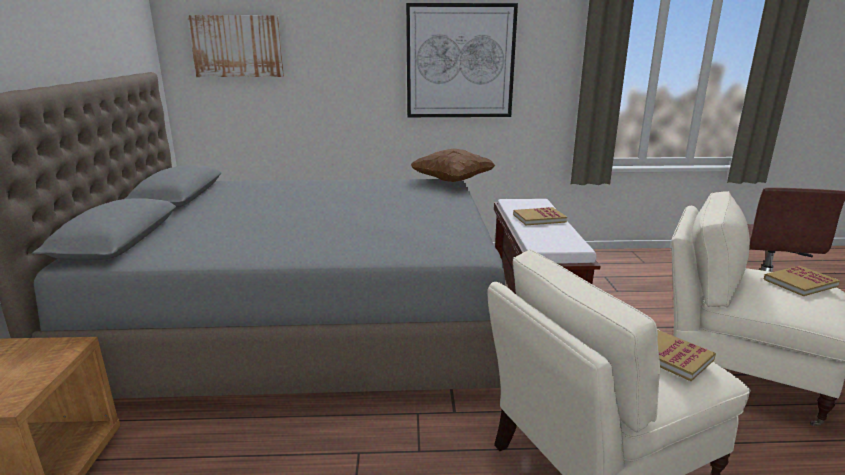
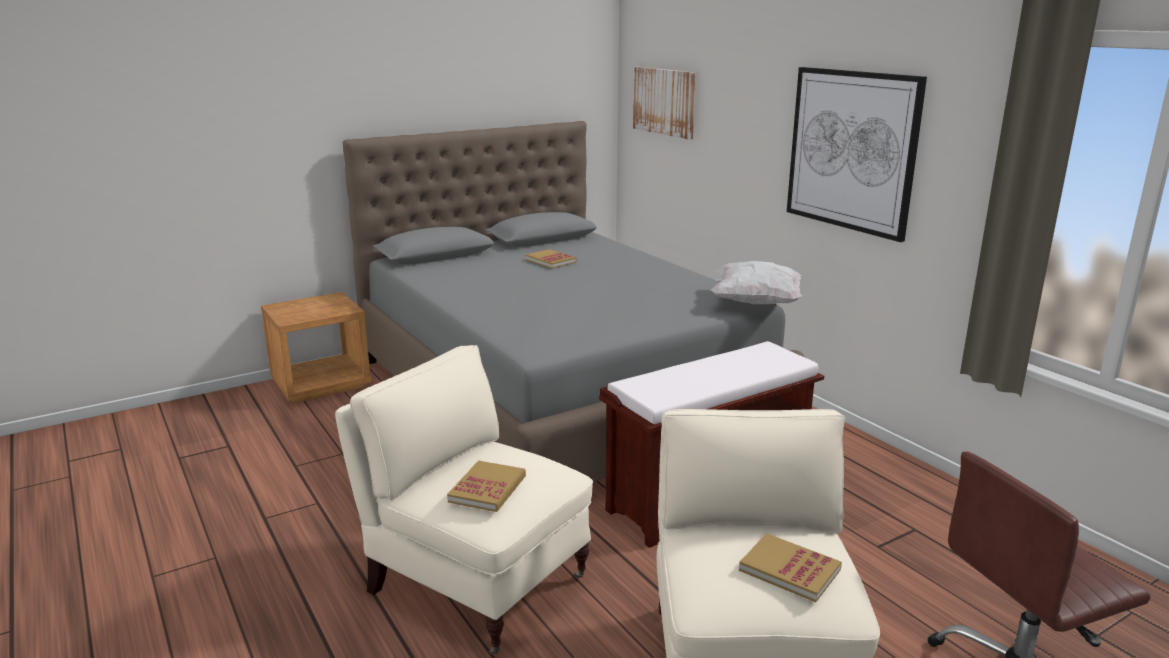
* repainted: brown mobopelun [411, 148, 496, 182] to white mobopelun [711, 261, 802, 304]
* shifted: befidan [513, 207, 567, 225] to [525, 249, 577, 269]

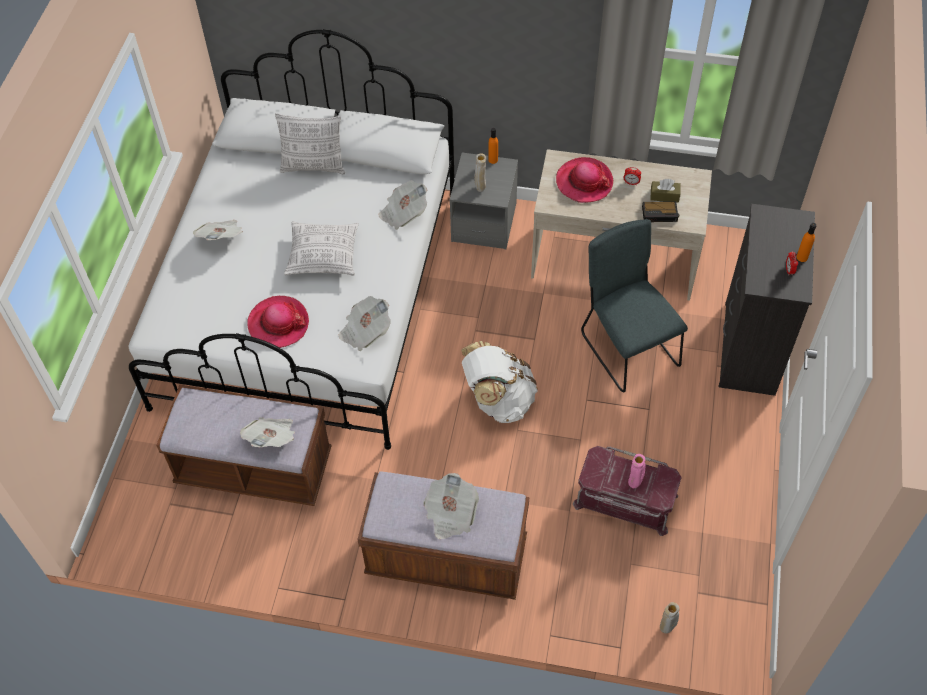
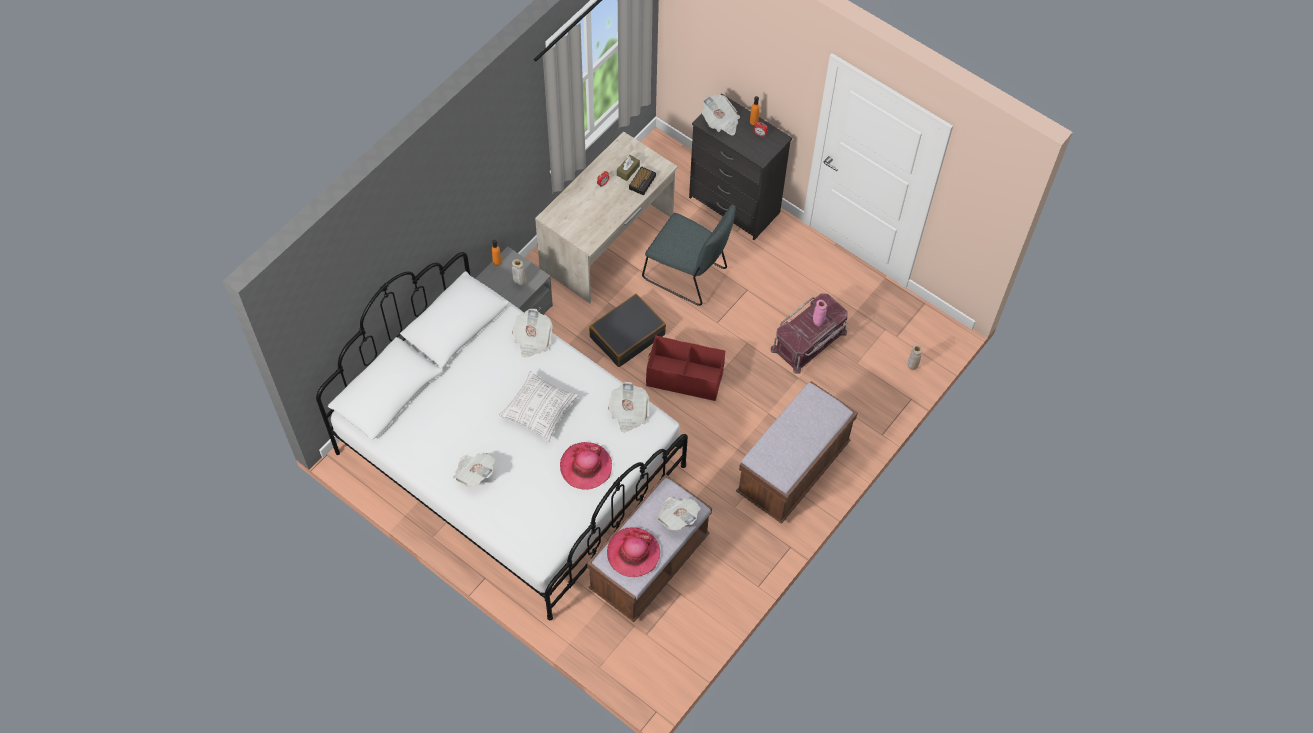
* gone: mobopelun [275, 113, 345, 175]
* shifted: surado [423, 473, 479, 539] to [702, 94, 740, 136]
* swapped: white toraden [461, 341, 538, 423] to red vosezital [646, 336, 725, 401]
* shifted: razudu [556, 157, 613, 203] to [607, 527, 660, 577]
* rotated: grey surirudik [581, 219, 688, 392] = [642, 205, 736, 306] 150 degrees counterclockwise
* new: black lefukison [589, 294, 666, 367]

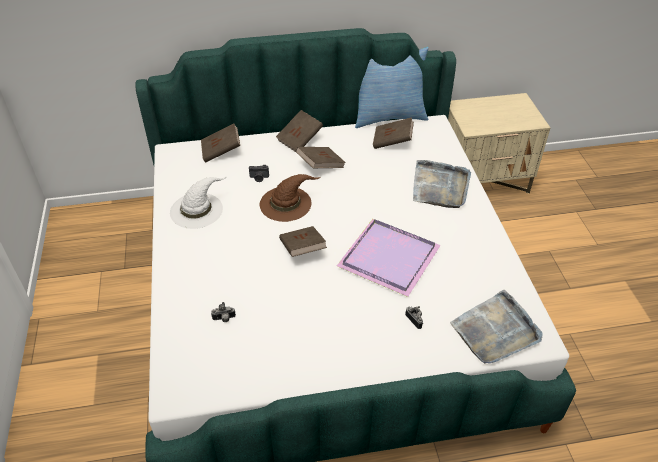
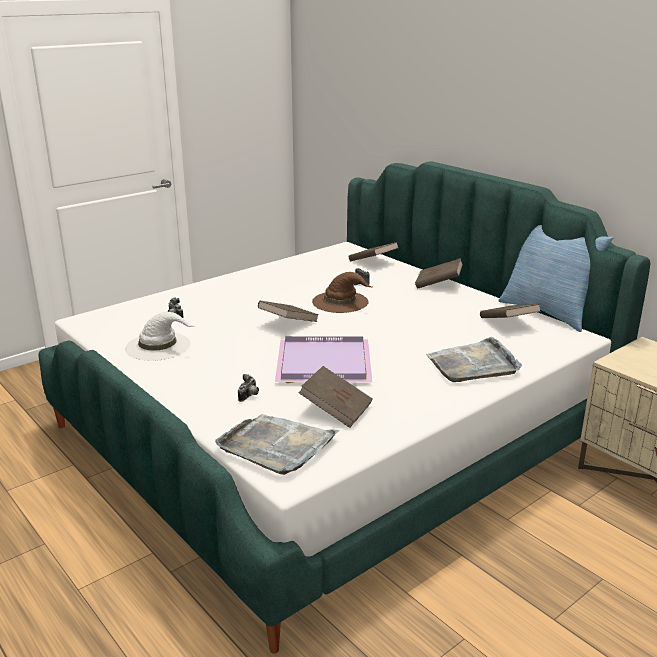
* shifted: white razudu [170, 177, 226, 229] to [125, 312, 195, 361]
* shifted: brown befidan [296, 147, 346, 168] to [298, 366, 373, 428]

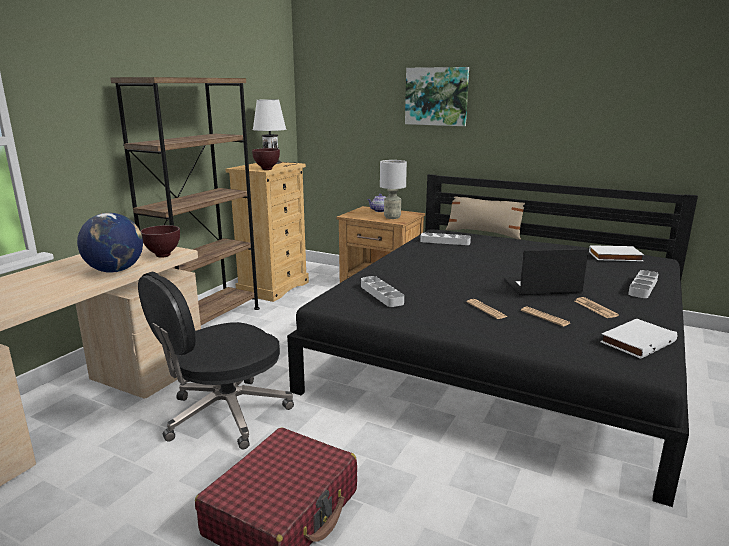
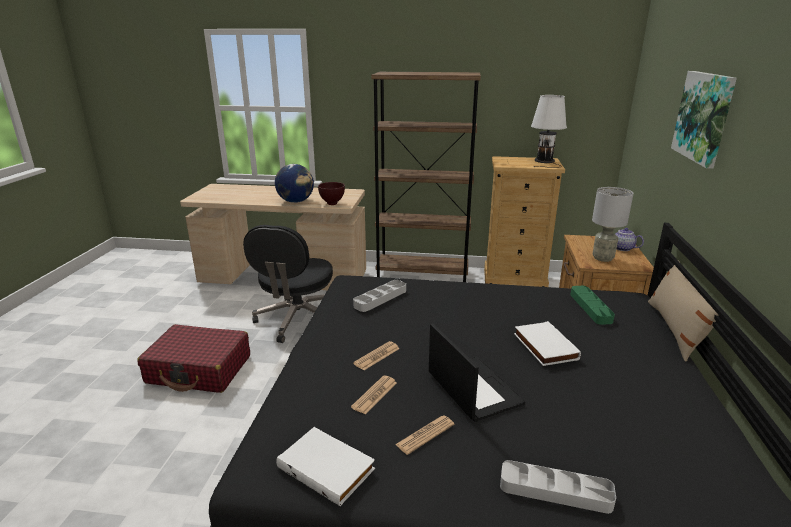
* rotated: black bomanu [138, 271, 294, 449] = [243, 225, 333, 343] 105 degrees counterclockwise
* gone: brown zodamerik [252, 148, 280, 170]
* repainted: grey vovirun [420, 233, 471, 245] to green vovirun [570, 286, 615, 325]
* shifted: white befidan [589, 245, 644, 261] to [514, 321, 581, 366]

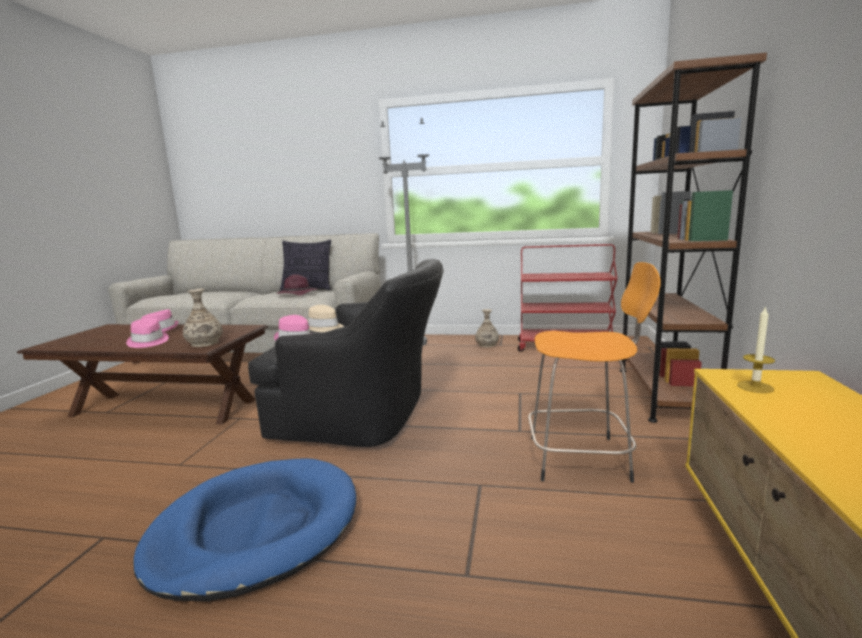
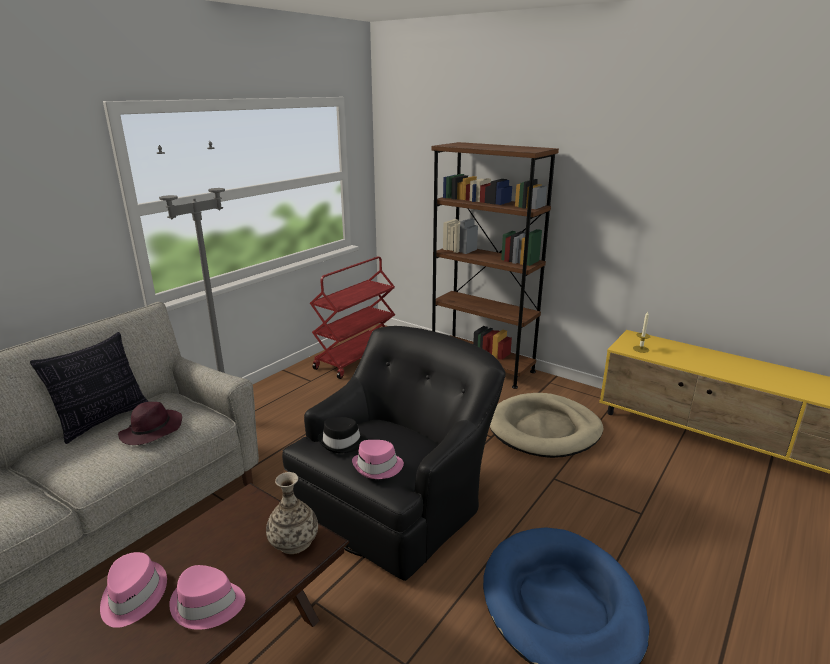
* repainted: beige razudu [307, 305, 344, 332] to black razudu [318, 417, 366, 453]
* gone: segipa [475, 309, 499, 347]
* swapped: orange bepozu [528, 262, 660, 483] to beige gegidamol [490, 393, 603, 458]

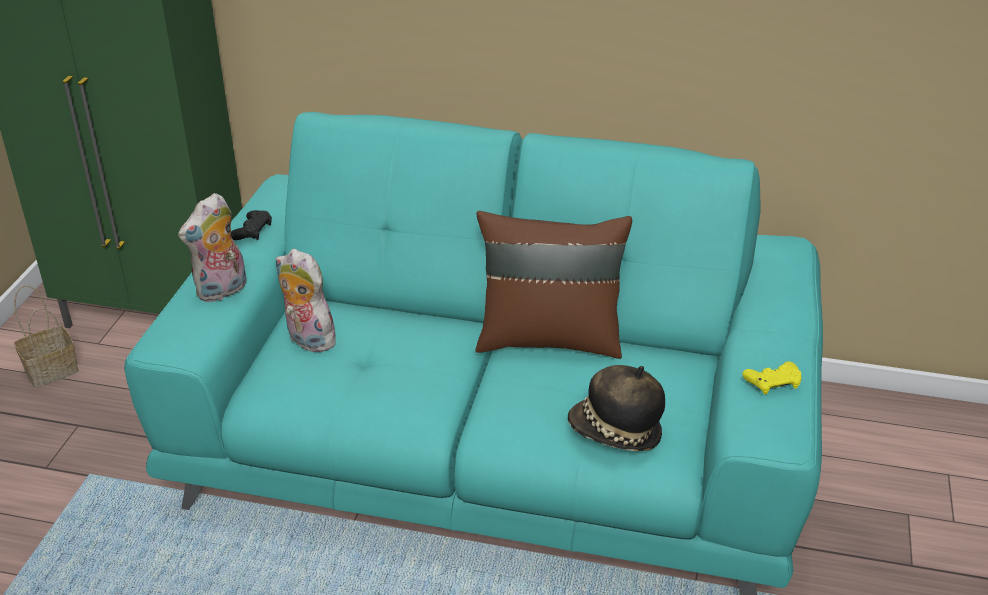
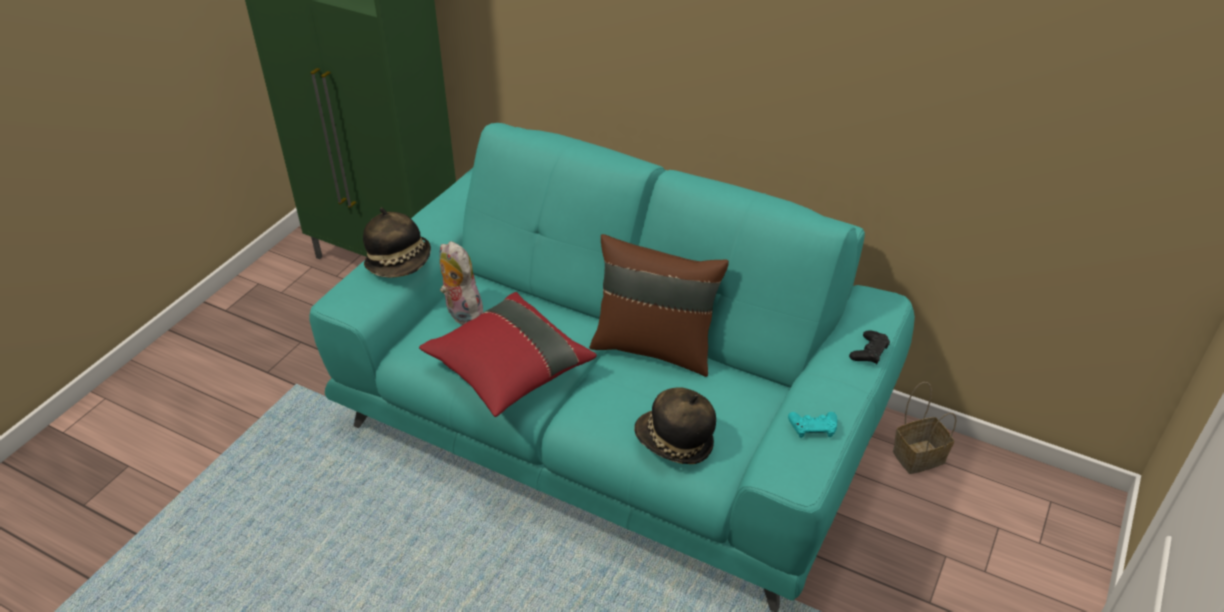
* shifted: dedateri [14, 285, 79, 388] to [893, 382, 957, 474]
* swapped: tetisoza [178, 193, 247, 302] to razudu [363, 208, 431, 278]
* shifted: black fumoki [231, 210, 272, 240] to [849, 330, 890, 364]
* repainted: yellow fumoki [742, 361, 801, 395] to turquoise fumoki [788, 412, 838, 438]
* new: red mobopelun [419, 292, 597, 417]

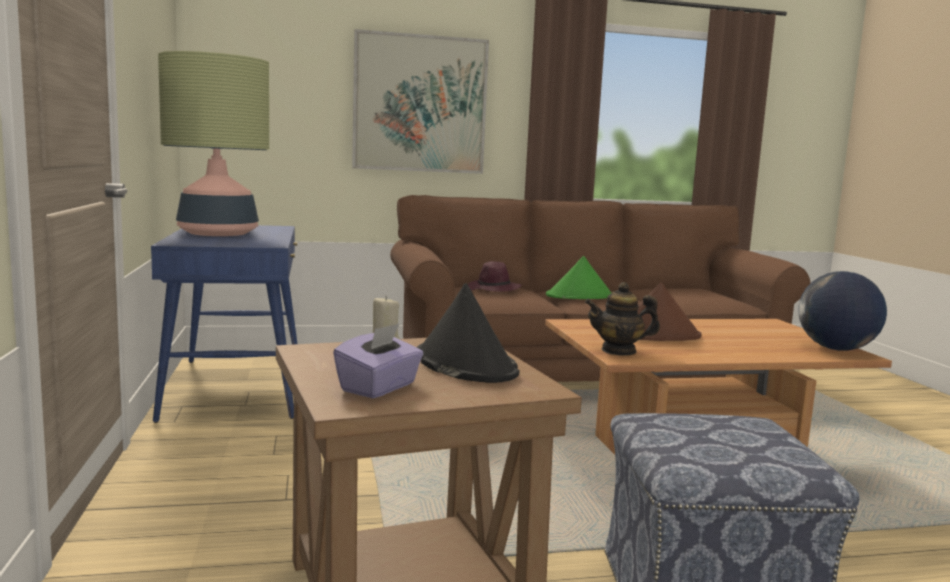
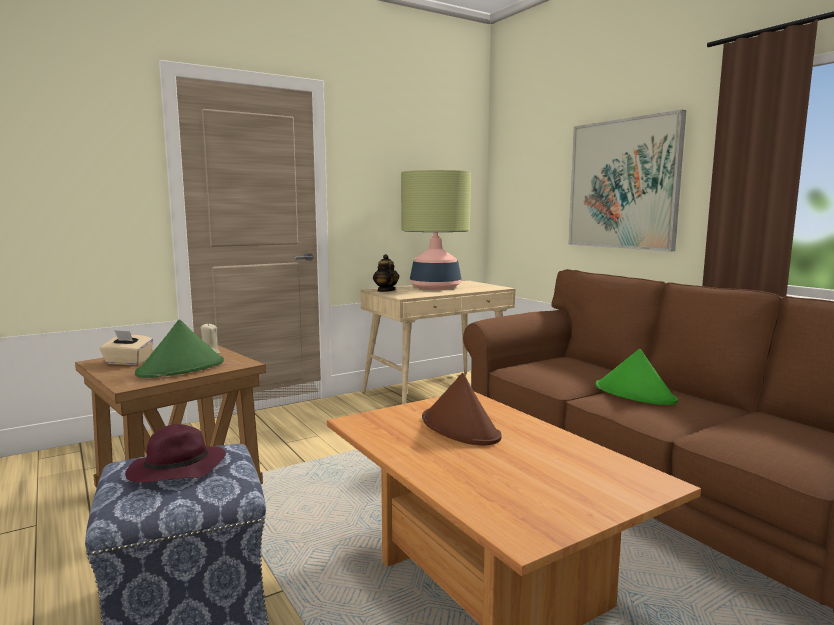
* repainted: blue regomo [151, 225, 297, 423] to beige regomo [361, 281, 516, 404]
* repainted: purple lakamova [333, 323, 423, 398] to beige lakamova [99, 330, 154, 365]
* repainted: black razudu [416, 283, 520, 383] to green razudu [135, 319, 224, 378]
* shifted: purple razudu [468, 261, 521, 292] to [125, 424, 226, 483]
* shifted: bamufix [585, 282, 660, 356] to [373, 254, 399, 292]
* gone: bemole [798, 271, 887, 351]

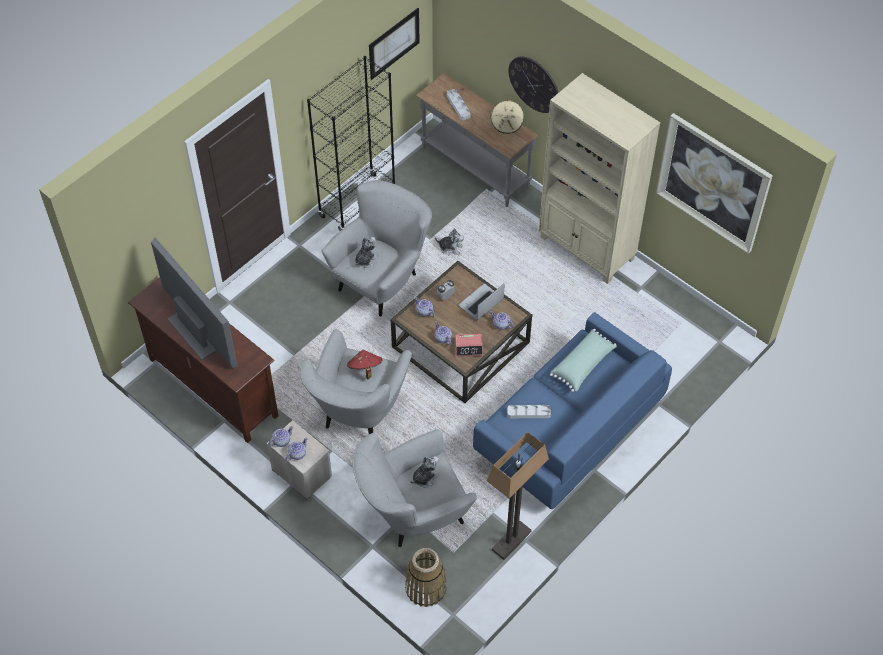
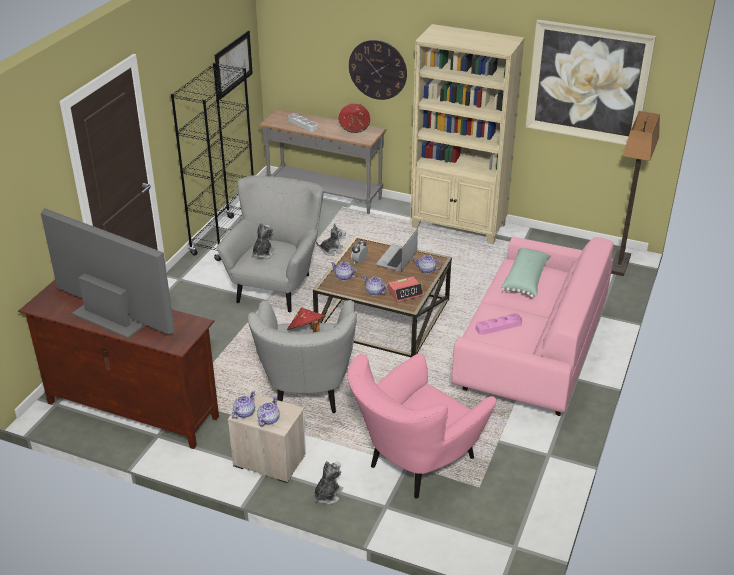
* repainted: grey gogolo [353, 429, 477, 547] to pink gogolo [348, 353, 497, 499]
* gone: dedateri [405, 548, 447, 607]
* shifted: tetisoza [410, 456, 439, 488] to [314, 461, 343, 505]
* repainted: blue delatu [473, 312, 672, 509] to pink delatu [451, 237, 614, 416]
* shifted: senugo [487, 432, 549, 560] to [611, 111, 660, 276]
* repainted: beige razudu [491, 100, 524, 134] to red razudu [338, 104, 370, 133]
* repainted: grey vovirun [507, 405, 551, 418] to pink vovirun [476, 313, 522, 335]

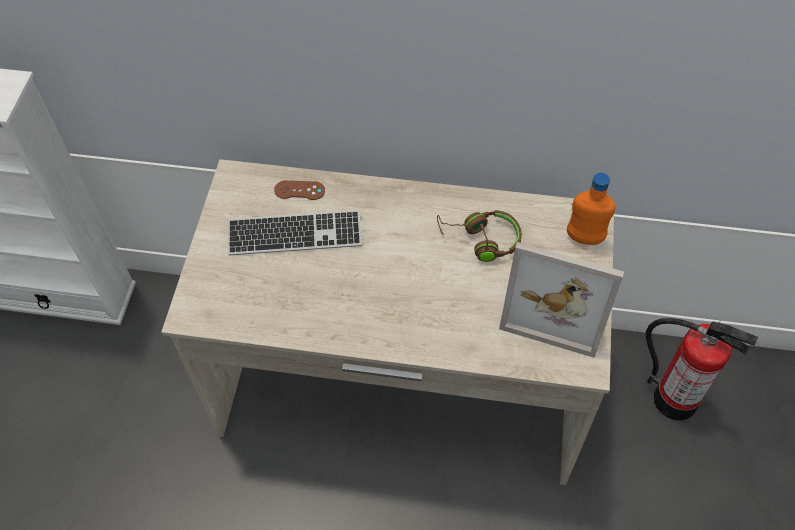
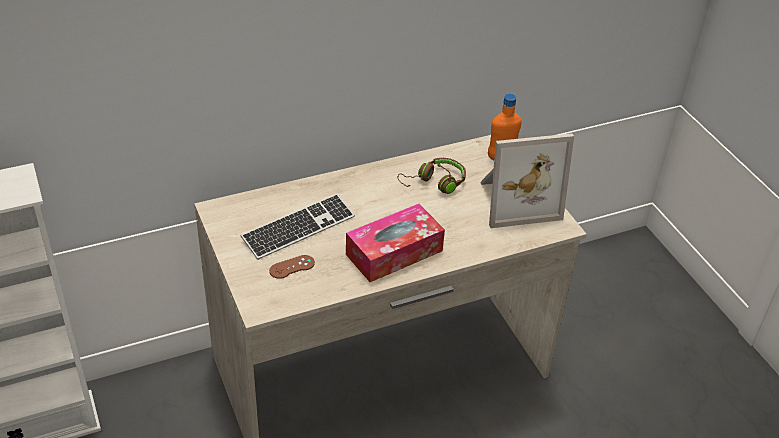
* shifted: brown fumoki [274, 180, 325, 200] to [269, 255, 315, 279]
* gone: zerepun [646, 318, 758, 420]
* new: lakamova [346, 204, 445, 282]

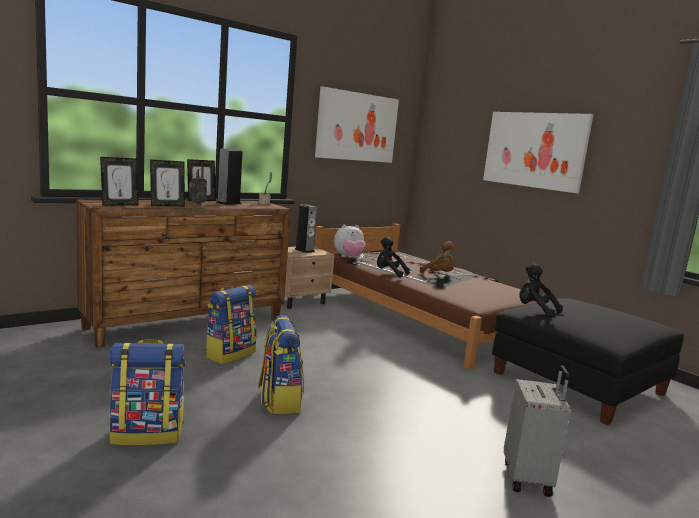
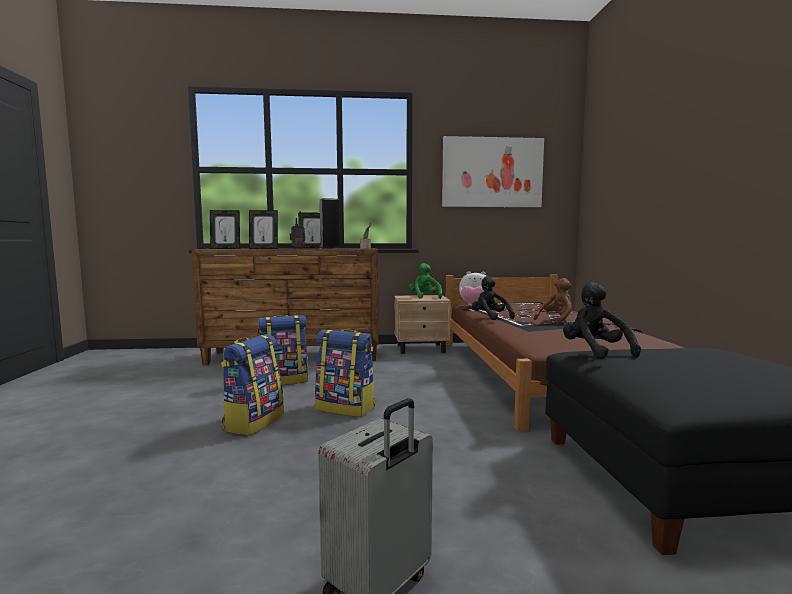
* shifted: toraden [109, 339, 186, 445] to [315, 329, 375, 417]
* swapped: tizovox [295, 204, 317, 253] to green tetisoza [409, 263, 442, 299]
* rotated: brown tetisoza [420, 241, 455, 273] = [534, 278, 572, 325] 105 degrees counterclockwise
* gone: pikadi [483, 112, 594, 193]

